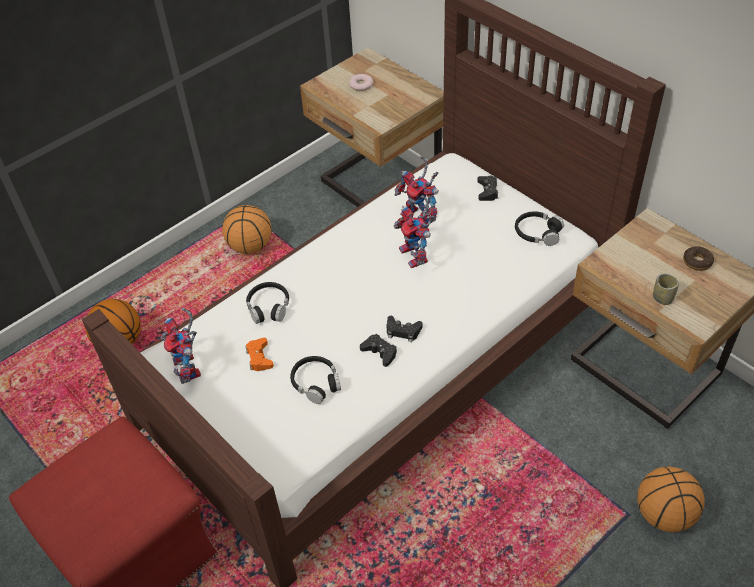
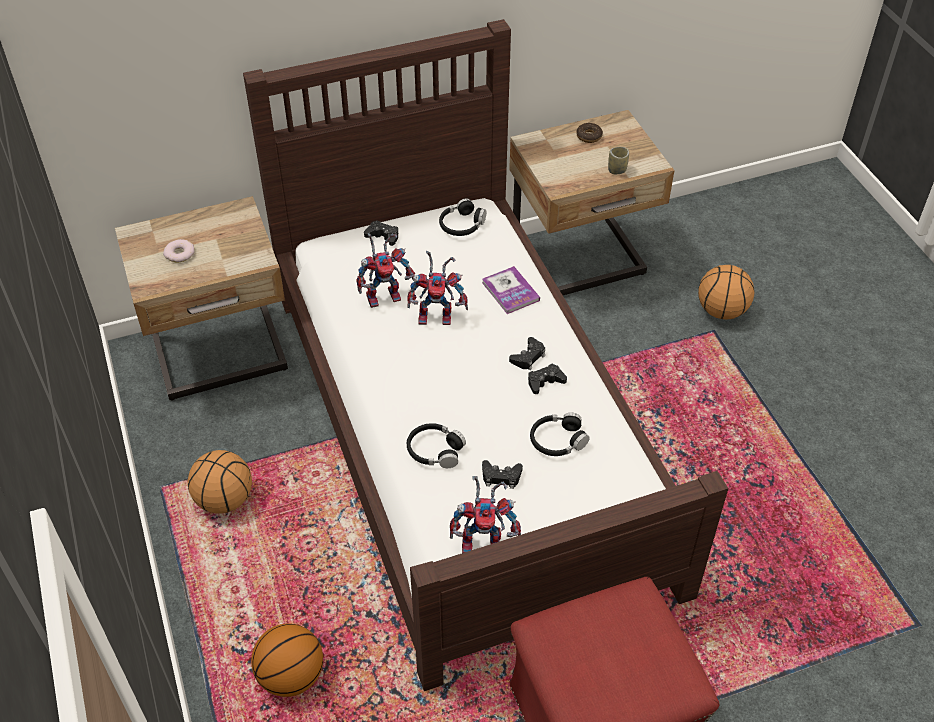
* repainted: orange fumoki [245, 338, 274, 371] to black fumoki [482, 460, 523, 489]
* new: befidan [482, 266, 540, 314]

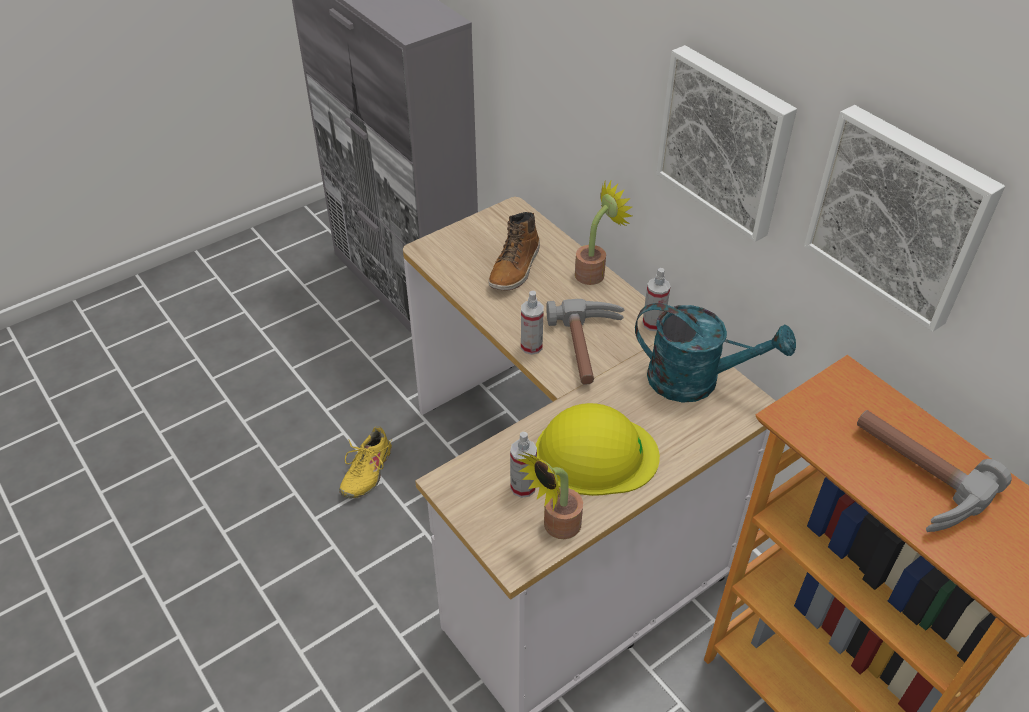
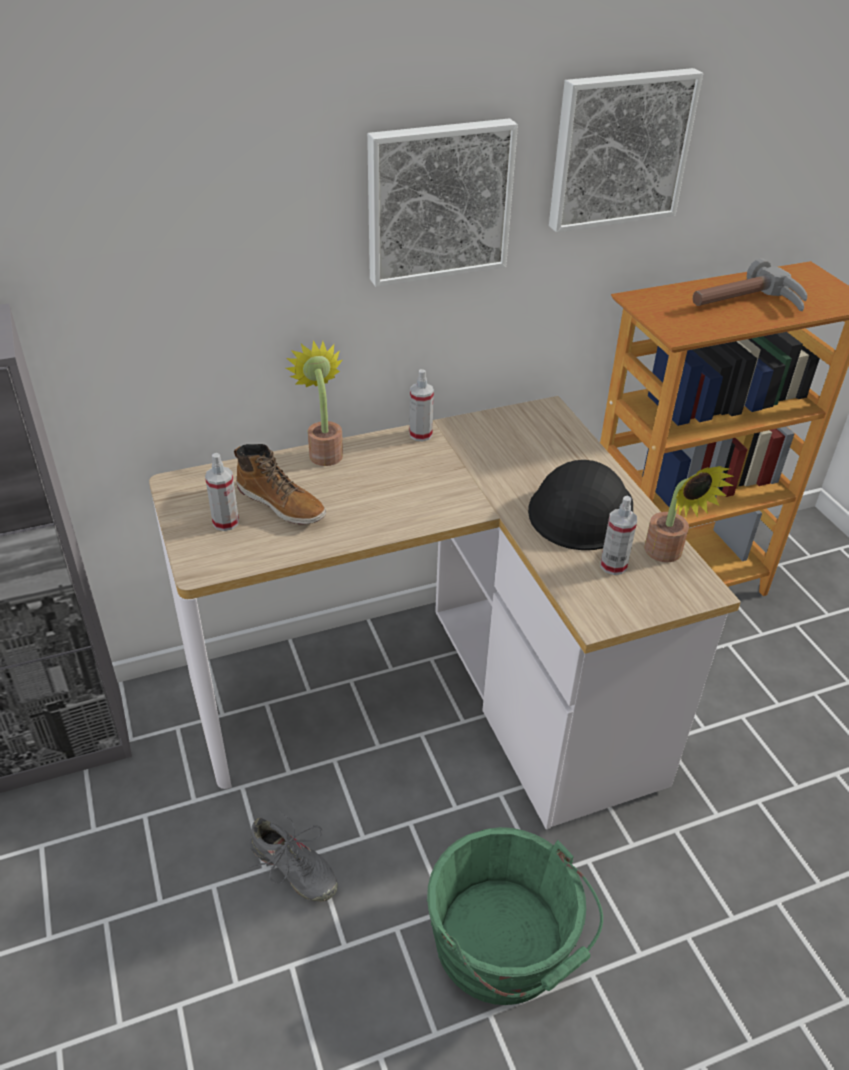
* repainted: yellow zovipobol [339, 426, 393, 498] to grey zovipobol [249, 810, 338, 902]
* shifted: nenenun [521, 291, 544, 355] to [205, 453, 239, 531]
* repainted: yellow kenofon [536, 403, 660, 496] to black kenofon [528, 460, 633, 550]
* gone: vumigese [546, 299, 624, 385]
* gone: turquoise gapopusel [635, 303, 796, 403]
* new: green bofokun [427, 827, 603, 1005]

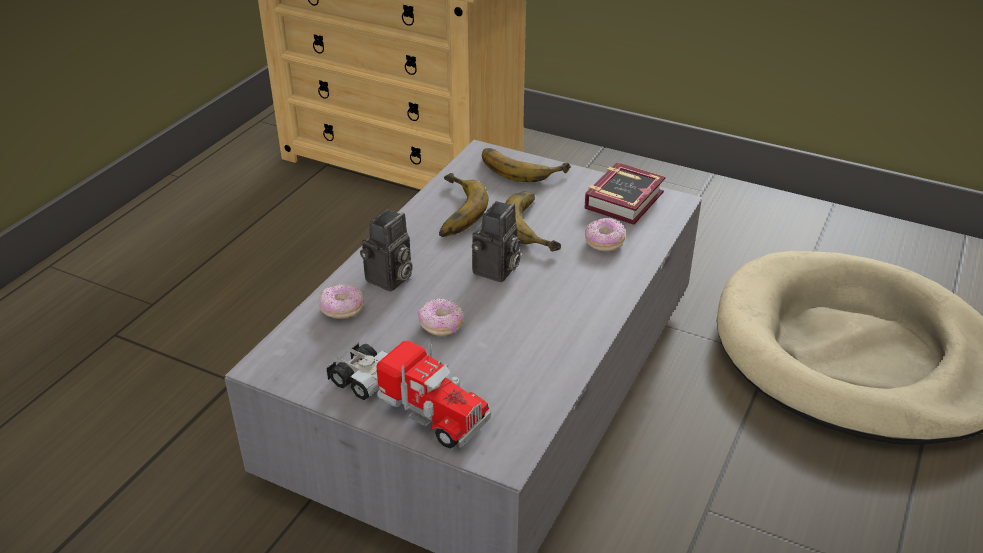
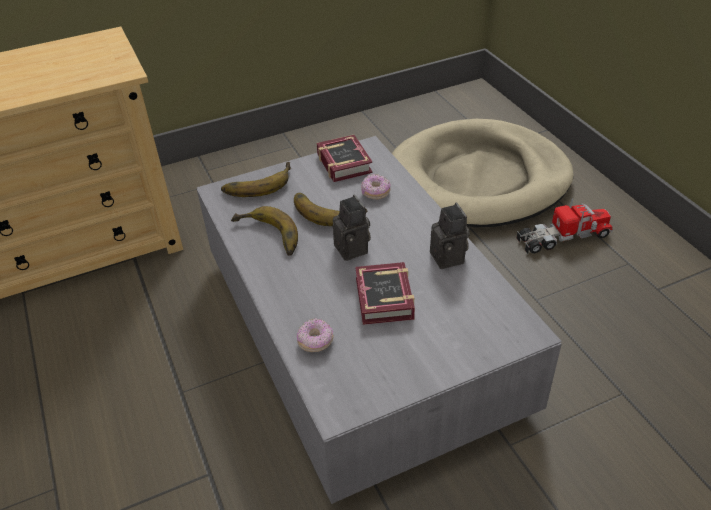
* shifted: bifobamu [326, 341, 491, 448] to [517, 198, 613, 254]
* shifted: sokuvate [360, 209, 413, 292] to [430, 203, 470, 269]
* swapped: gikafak [418, 298, 464, 336] to befidan [355, 262, 415, 325]

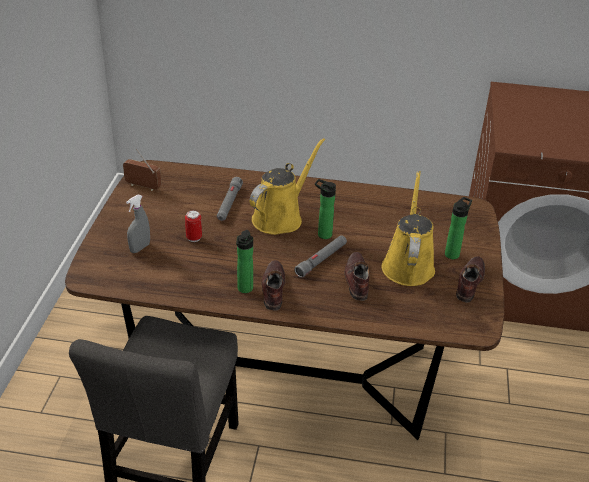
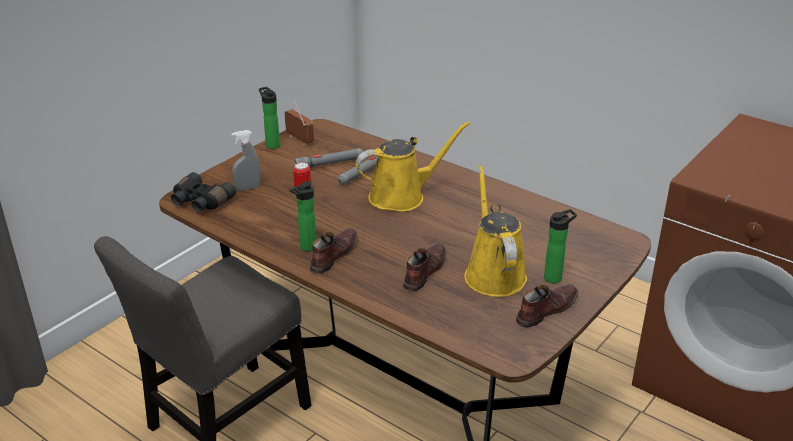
* shifted: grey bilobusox [294, 235, 347, 278] to [294, 148, 363, 168]
* shifted: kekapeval [315, 179, 336, 239] to [259, 87, 280, 149]
* rotated: yellow gapopusel [382, 171, 435, 286] = [464, 165, 527, 297] 45 degrees counterclockwise
* new: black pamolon [171, 172, 236, 212]

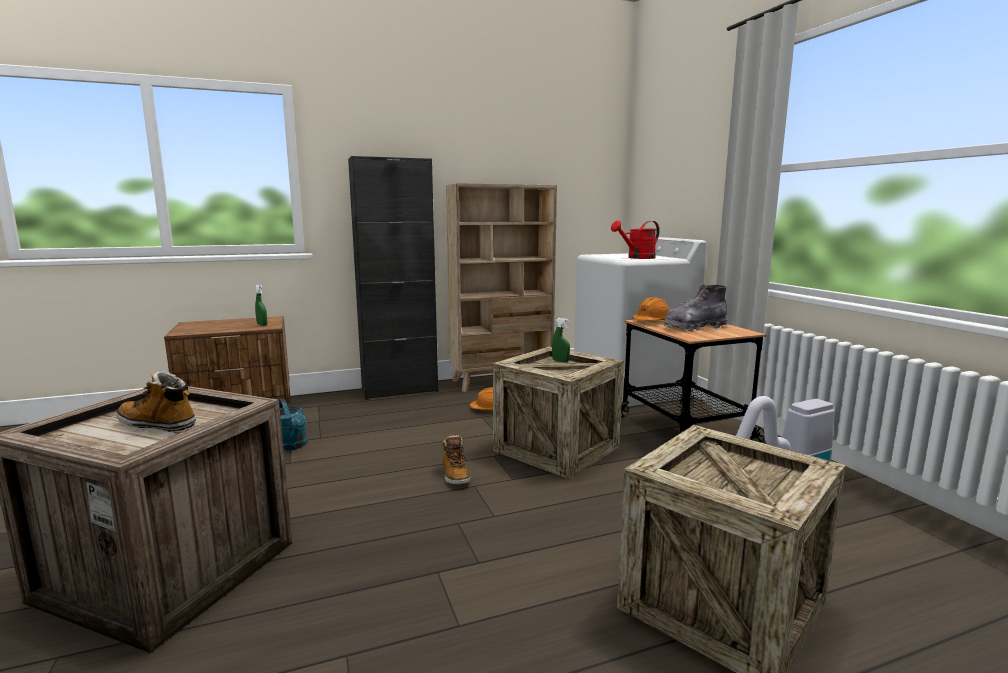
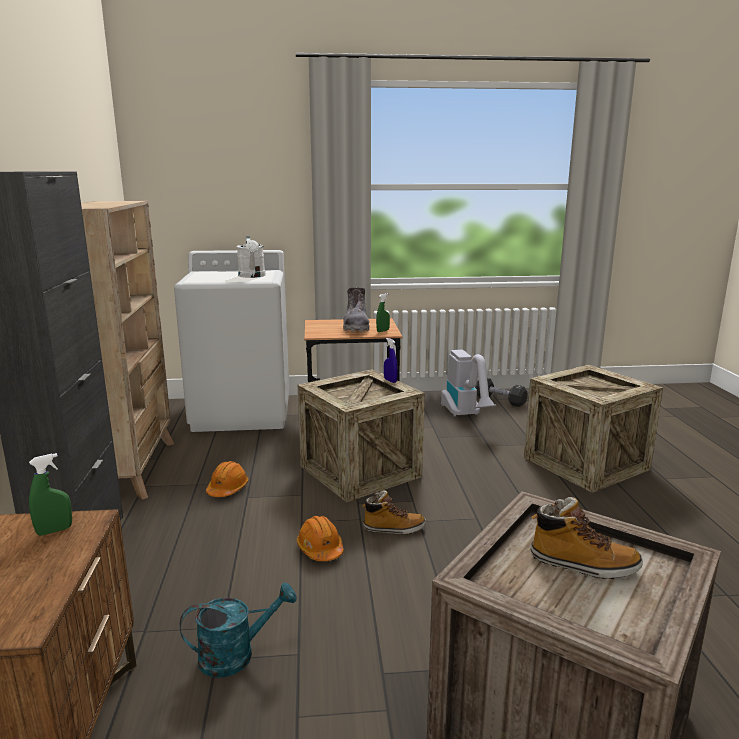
* rotated: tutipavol [116, 370, 196, 431] = [530, 497, 643, 579] 105 degrees counterclockwise
* shifted: green nenenun [552, 318, 570, 362] to [376, 293, 390, 332]
* repainted: red gapopusel [611, 220, 659, 259] to white gapopusel [236, 236, 265, 278]
* shifted: orange kenofon [632, 297, 670, 321] to [297, 516, 344, 561]
* new: blue nenenun [384, 338, 398, 383]
* new: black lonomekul [475, 378, 528, 407]

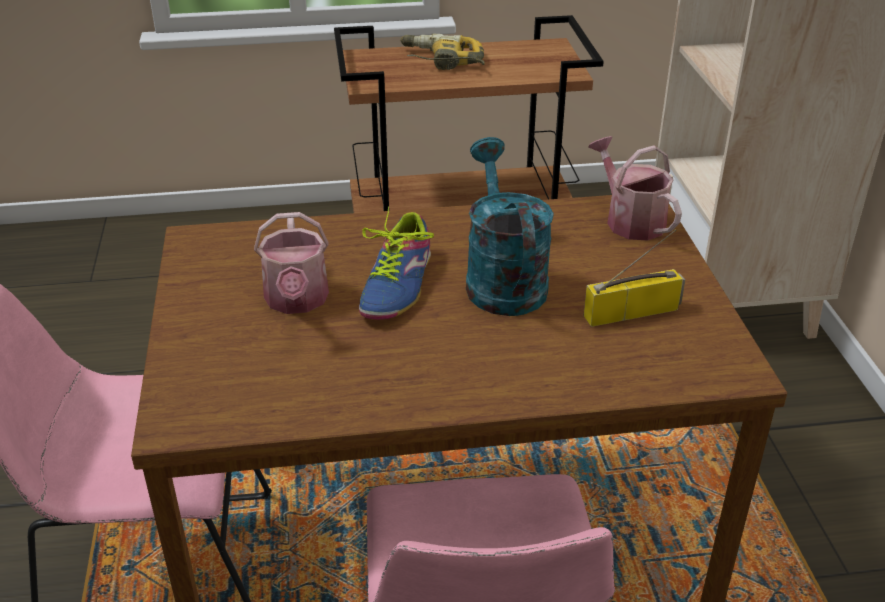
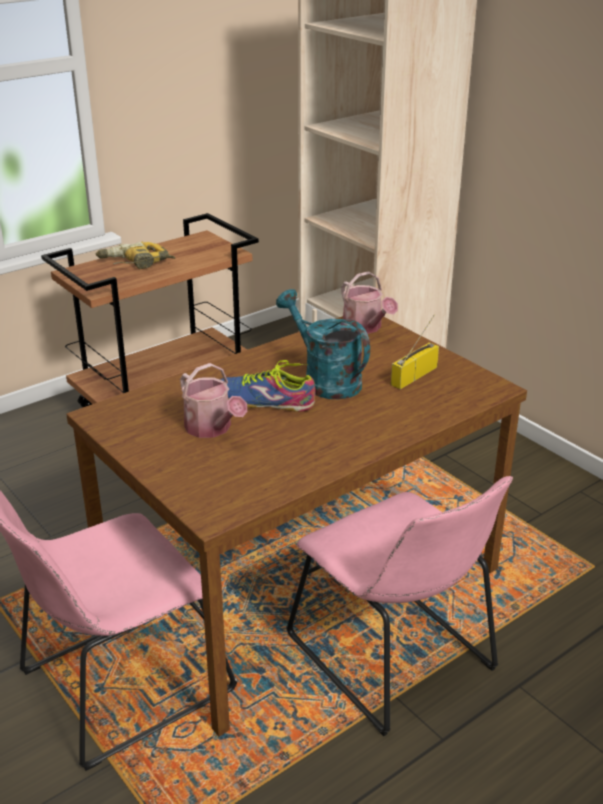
* rotated: zovipobol [359, 206, 434, 320] = [220, 360, 316, 412] 120 degrees clockwise
* rotated: gapopusel [588, 136, 682, 240] = [341, 271, 398, 334] 150 degrees counterclockwise

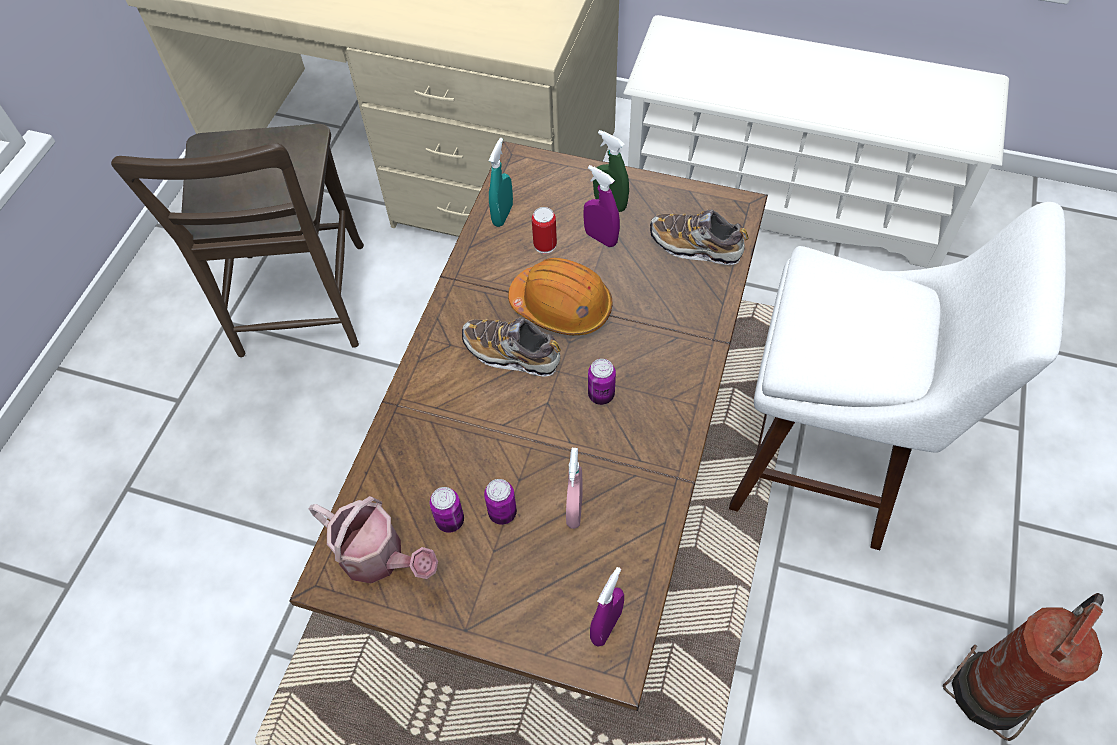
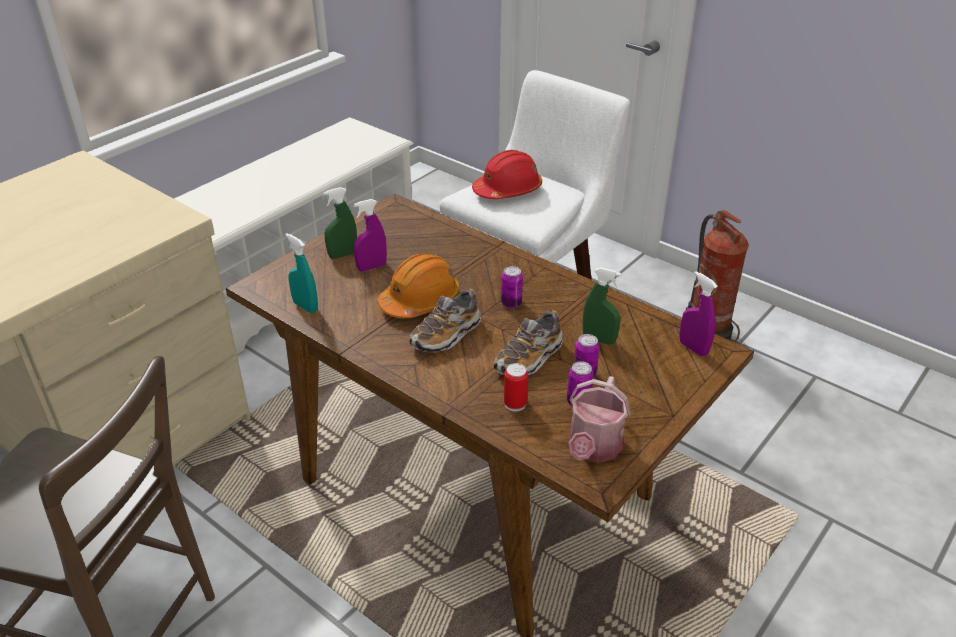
* rotated: gapopusel [308, 496, 438, 583] = [568, 376, 631, 463] 150 degrees clockwise
* shifted: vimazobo [532, 207, 557, 254] to [504, 363, 528, 412]
* repainted: pink nenenun [566, 448, 583, 529] to green nenenun [583, 267, 621, 345]
* shifted: zovipobol [650, 209, 749, 265] to [493, 310, 563, 375]
* new: red kenofon [472, 150, 542, 199]

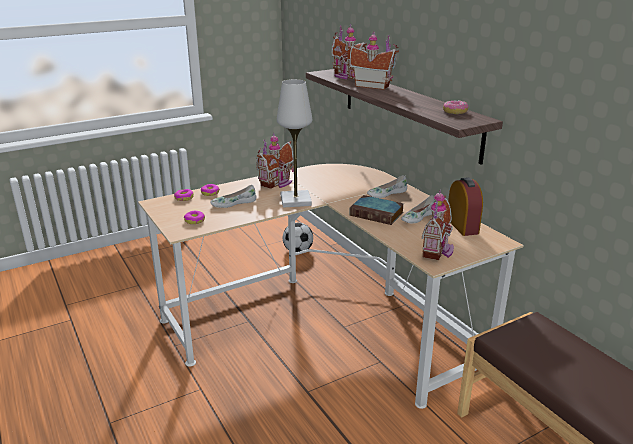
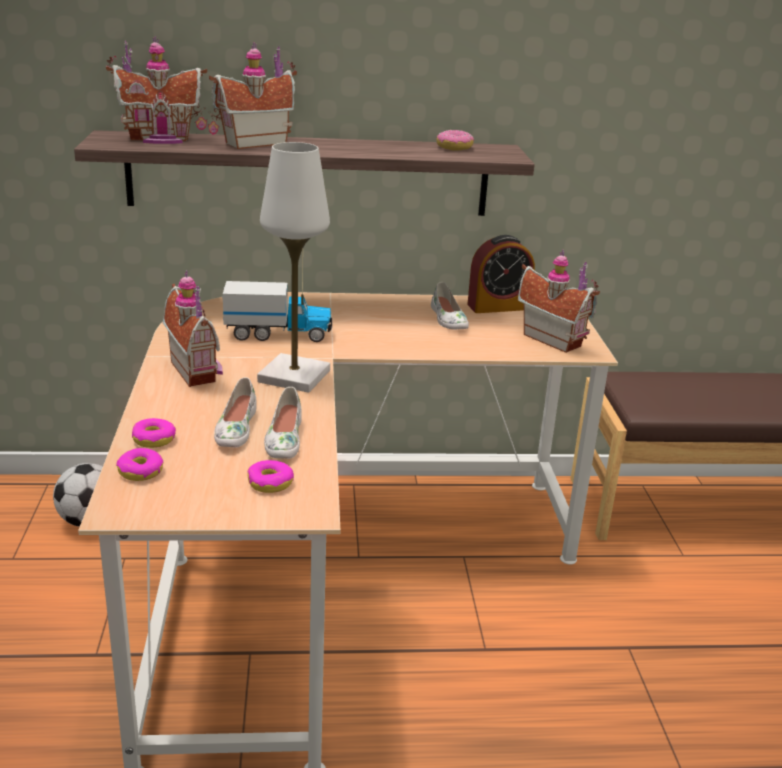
* gone: befidan [349, 195, 404, 225]
* shifted: white zovipobol [367, 175, 407, 198] to [264, 387, 302, 459]
* rotated: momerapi [448, 177, 483, 236] = [467, 235, 535, 313] 150 degrees clockwise
* new: bifobamu [222, 281, 332, 342]

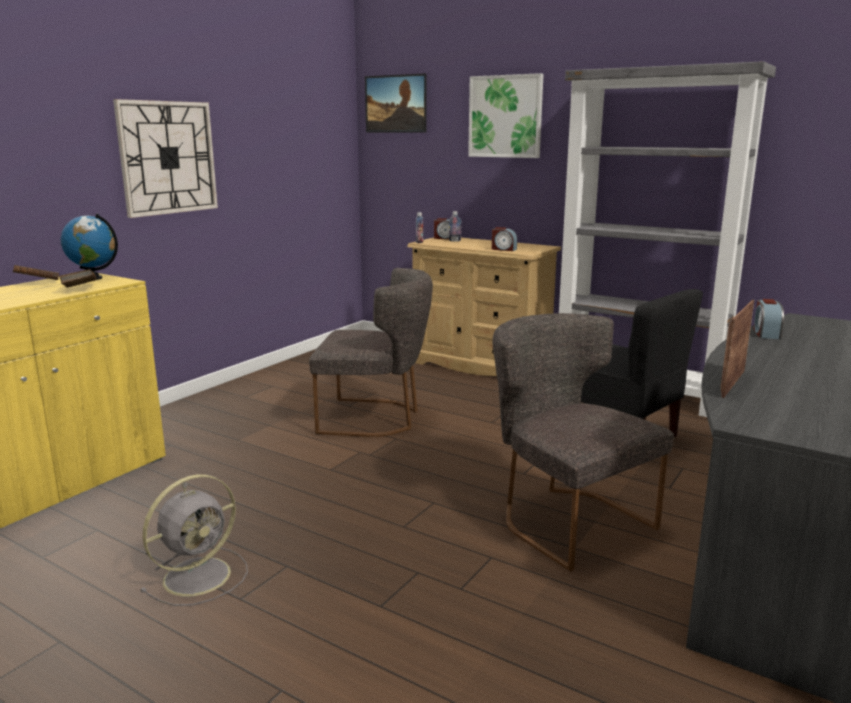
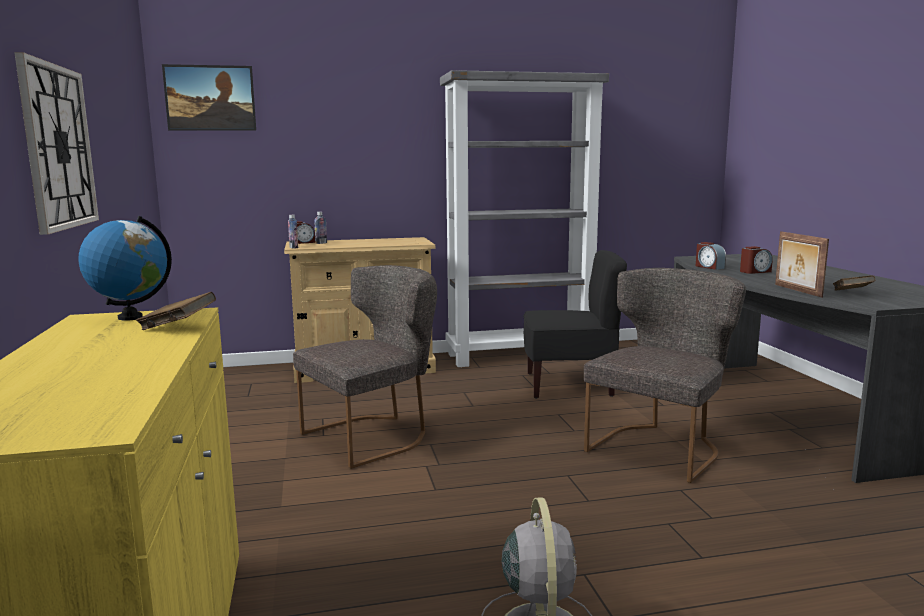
* shifted: brown befidan [13, 265, 59, 280] to [833, 275, 875, 291]
* gone: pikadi [468, 73, 544, 158]
* shifted: momerapi [492, 227, 517, 251] to [740, 246, 773, 274]
* rotated: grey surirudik [493, 313, 674, 572] = [584, 268, 746, 483] 120 degrees clockwise

